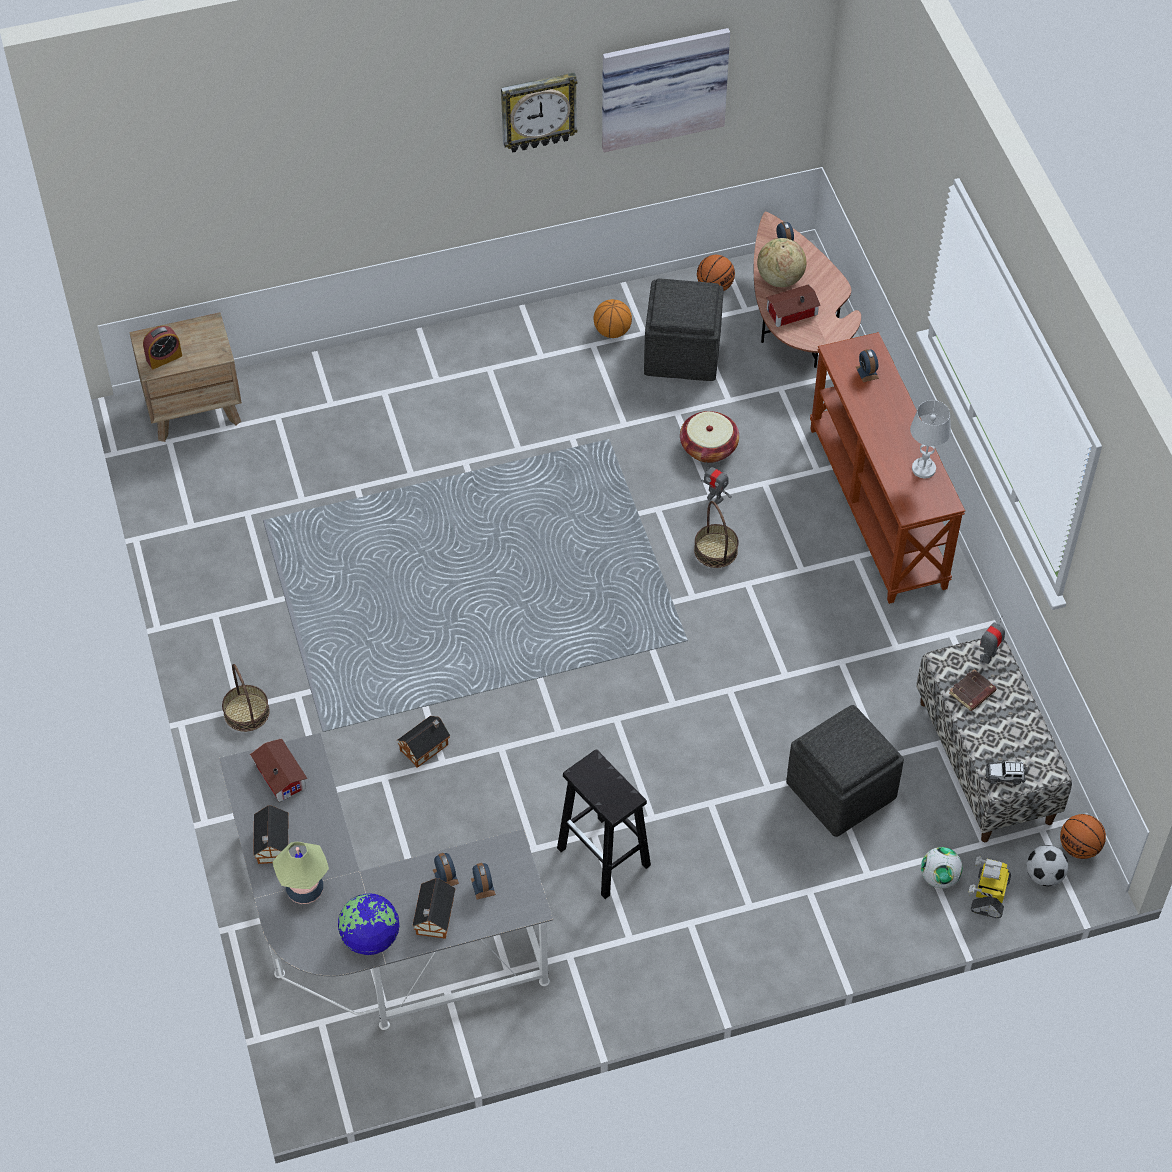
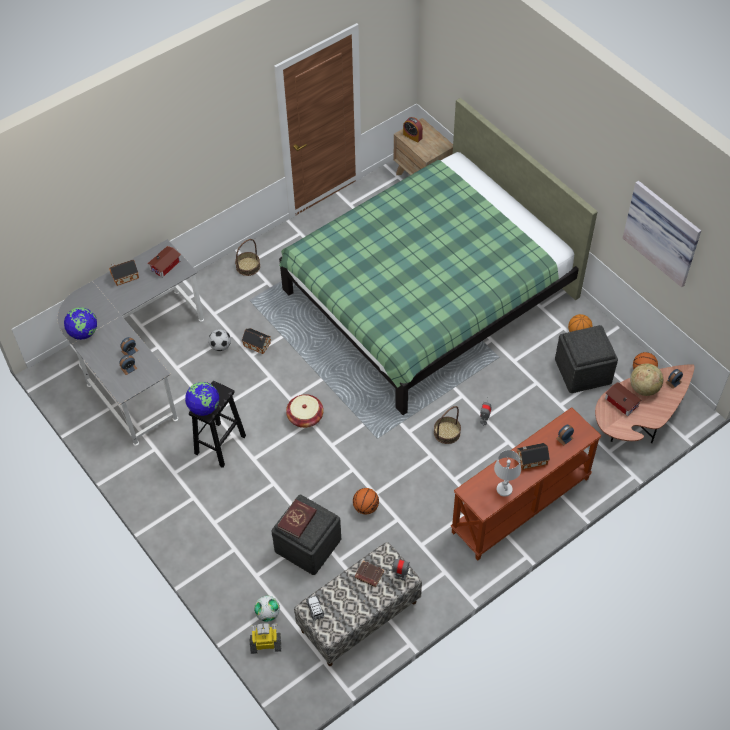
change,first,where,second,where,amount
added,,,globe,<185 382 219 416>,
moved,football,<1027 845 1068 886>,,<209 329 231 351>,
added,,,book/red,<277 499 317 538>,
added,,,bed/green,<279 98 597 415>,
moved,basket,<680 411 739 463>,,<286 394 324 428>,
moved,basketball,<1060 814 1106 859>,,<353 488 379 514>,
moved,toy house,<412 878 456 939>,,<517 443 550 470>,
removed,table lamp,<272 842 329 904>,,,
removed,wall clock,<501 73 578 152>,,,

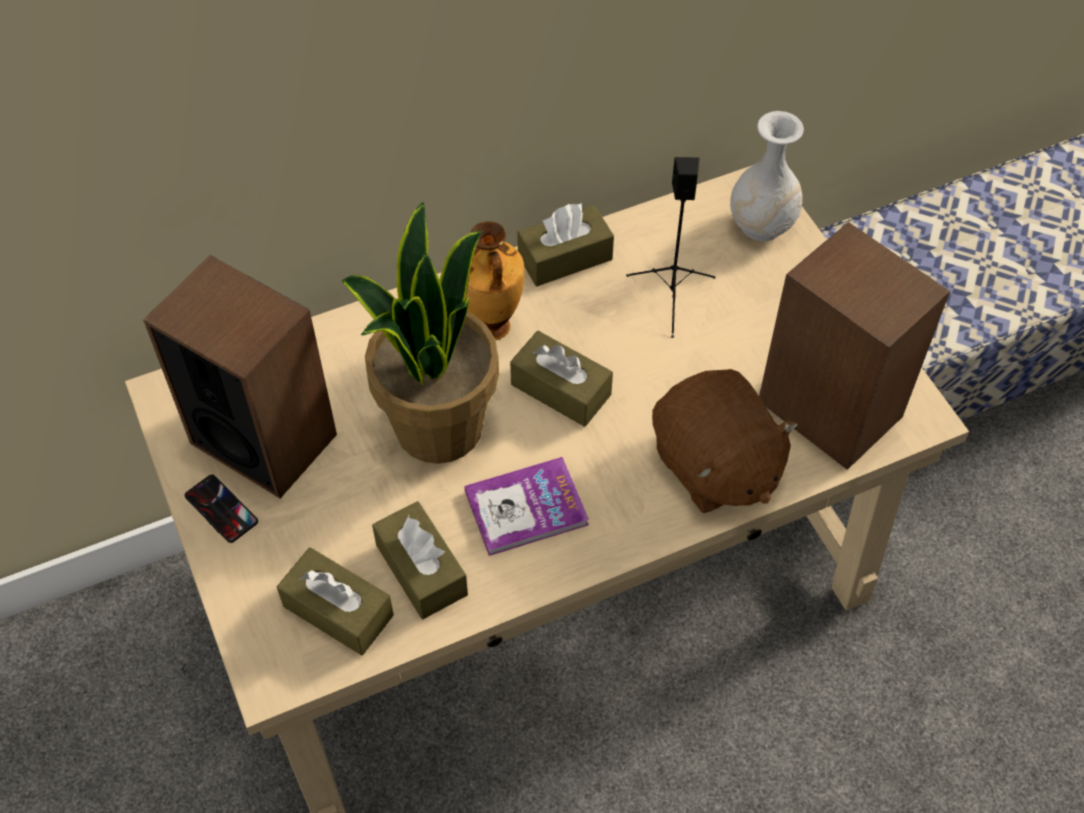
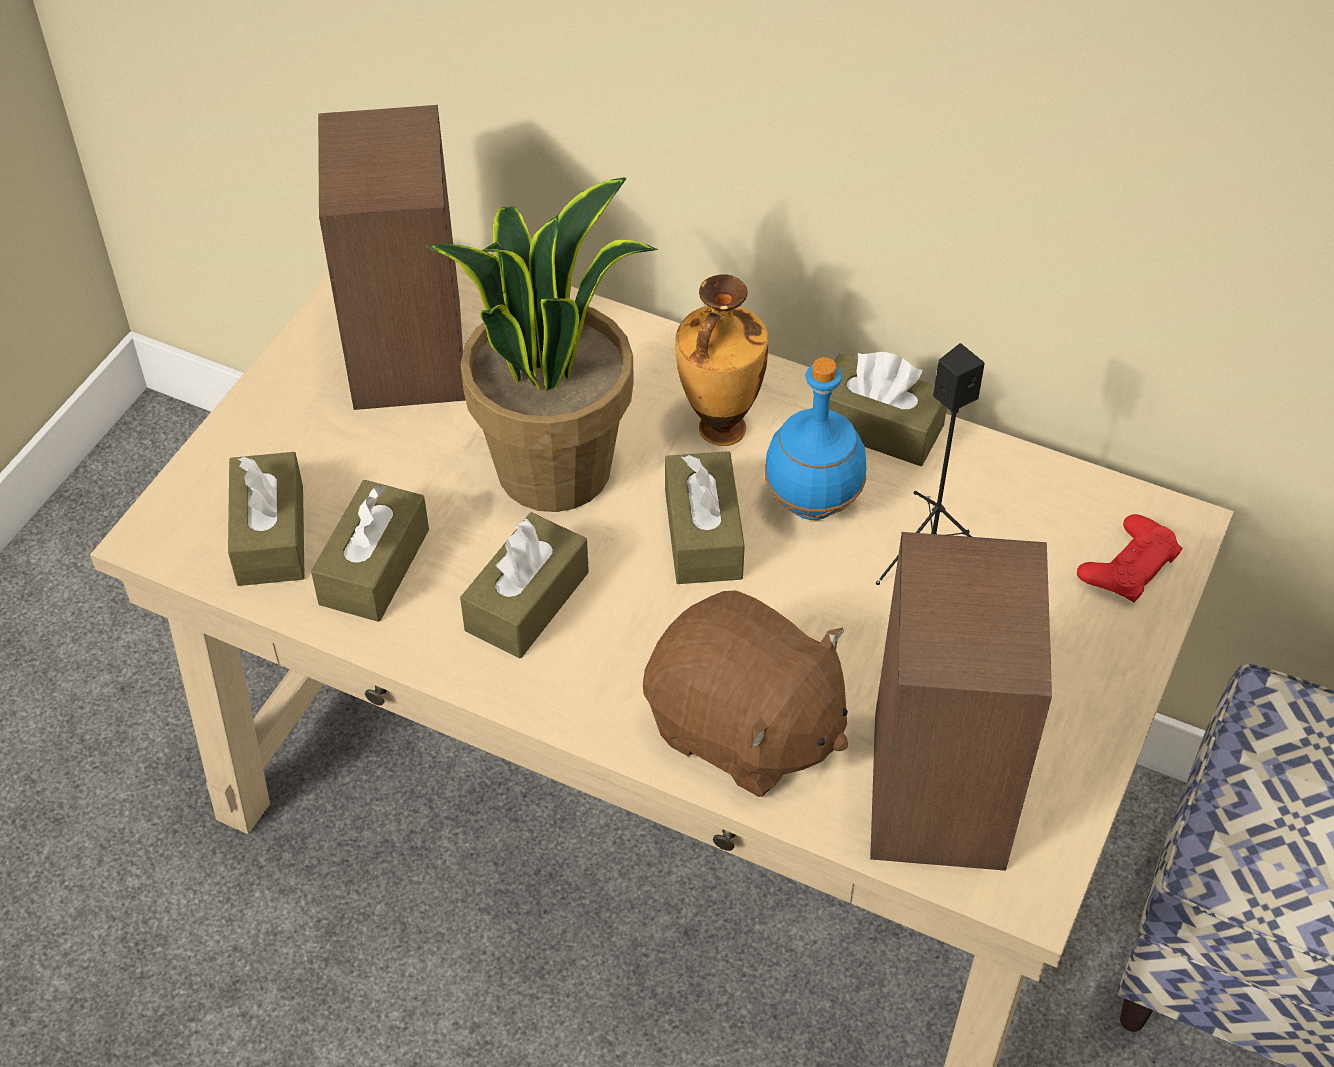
change,first,where,second,where,amount
replaced,book,<464 457 589 556>,tissue box/brown,<460 513 589 658>,
turned,plush toy/brown,<652 369 798 513>,,<643 590 848 797>,75 degrees counterclockwise
added,,,bottle/blue,<764 357 866 520>,
replaced,vase/white,<730 111 804 241>,game controller/red,<1077 514 1183 602>,
removed,phone,<184 474 258 543>,,,

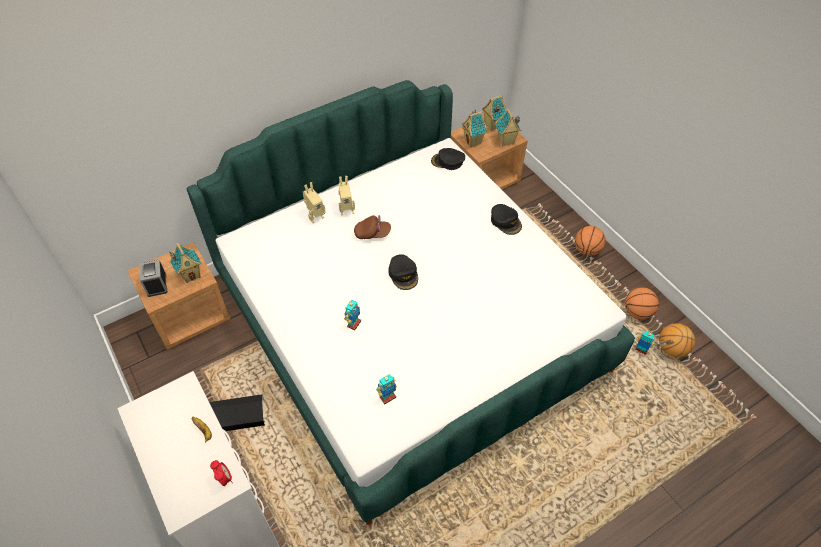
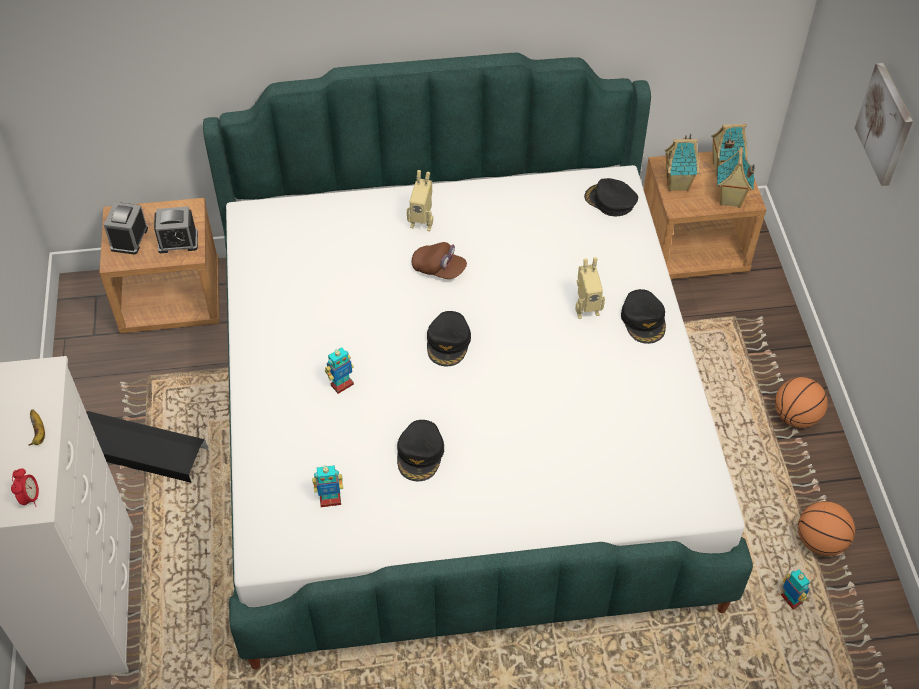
change,first,where,second,where,amount
replaced,toy house,<169 243 202 283>,alarm clock,<154 206 198 253>,
added,,,cap/black,<397 420 444 481>,
moved,toy robot,<303 182 326 223>,,<575 257 605 319>,
added,,,picture,<855 63 913 186>,
removed,basketball,<659 323 695 357>,,,

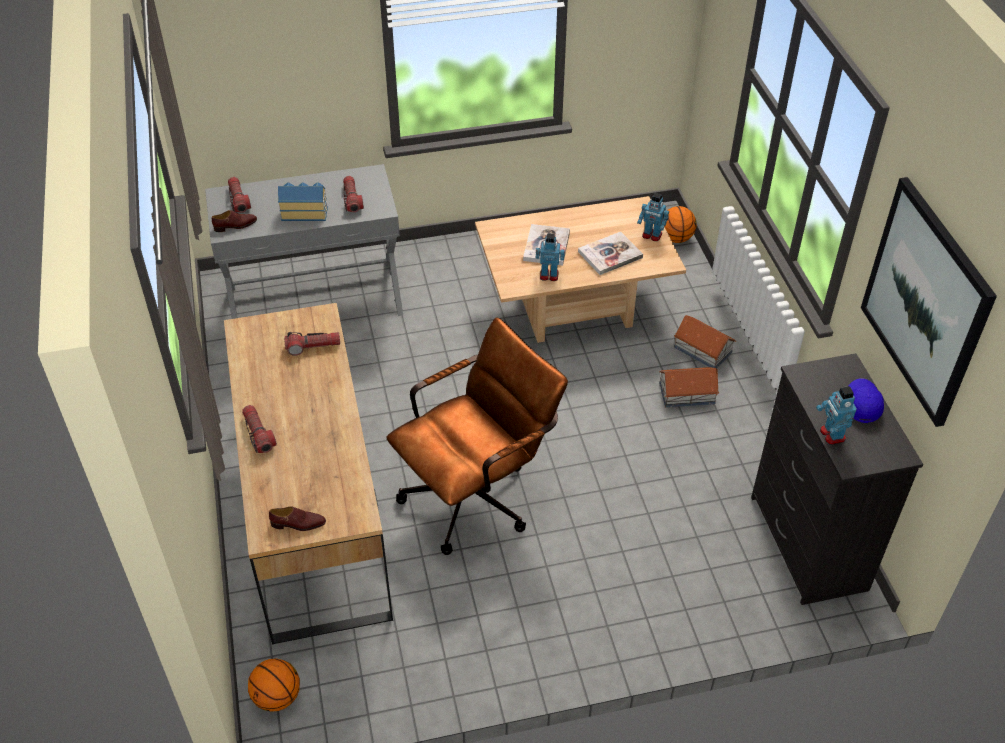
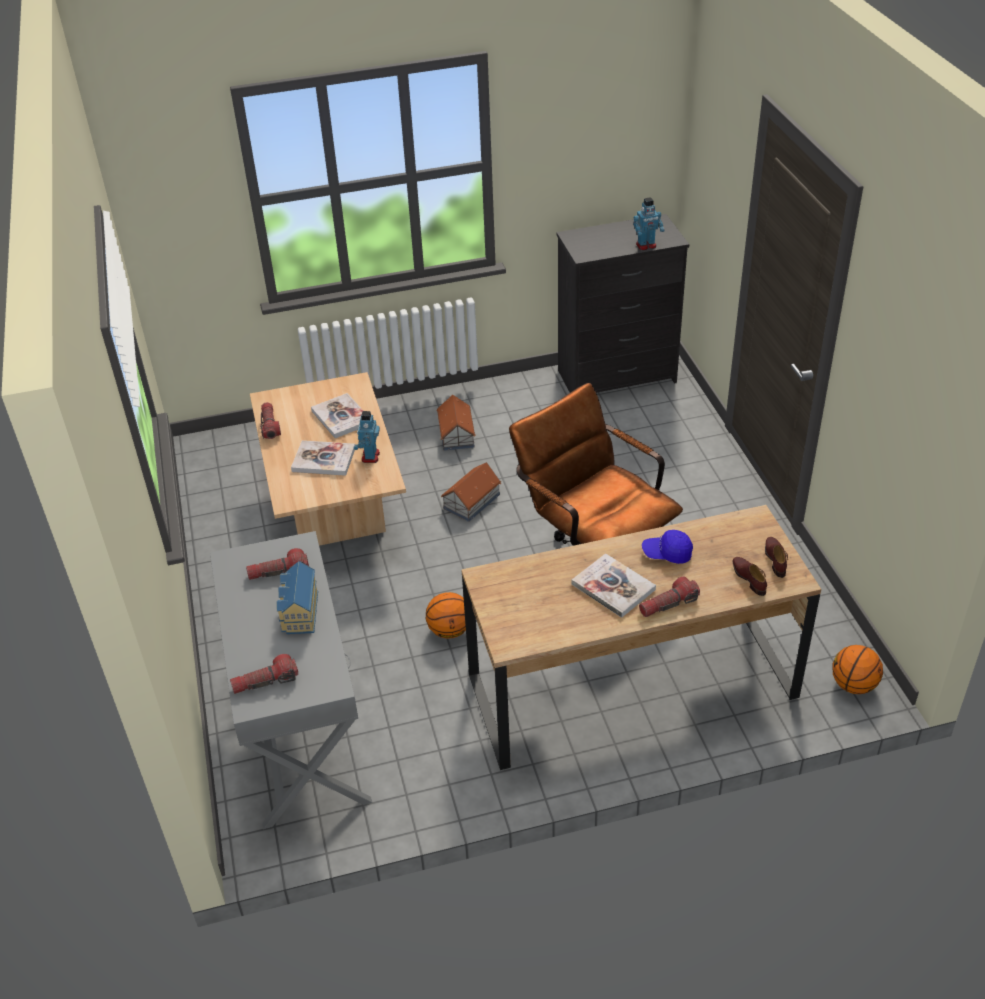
change,first,where,second,where,amount
moved,flashlight,<284 332 340 356>,,<260 402 281 439>,
moved,basketball,<665 206 697 243>,,<426 592 466 639>,
moved,toy house,<674 315 736 368>,,<441 462 502 522>,
added,,,book,<572 553 656 618>,
moved,cap/blue,<849 379 884 423>,,<642 530 693 564>,
moved,shoe/brown,<212 210 257 232>,,<733 557 767 596>,
removed,toy robot,<637 193 669 241>,,,
removed,picture,<861 177 997 427>,,,

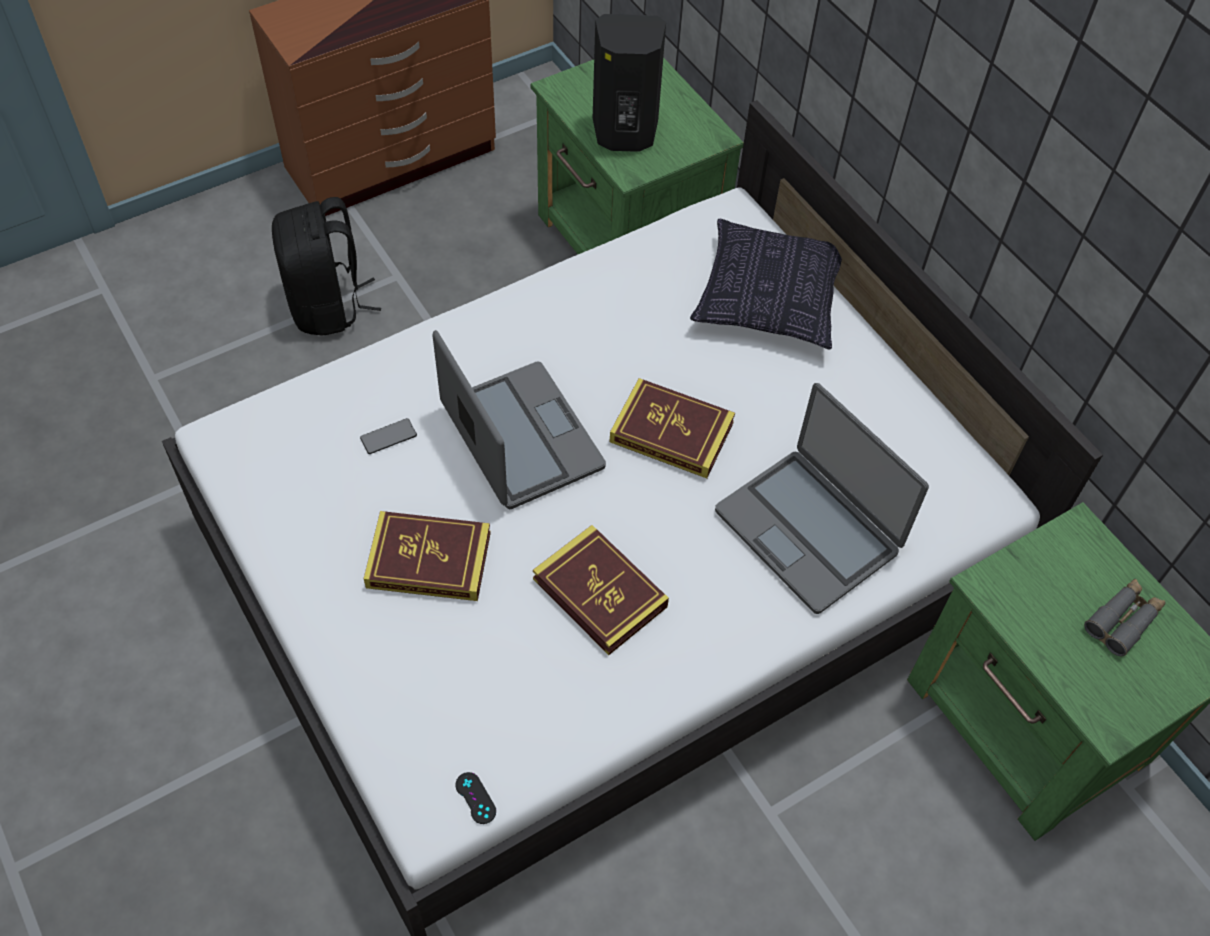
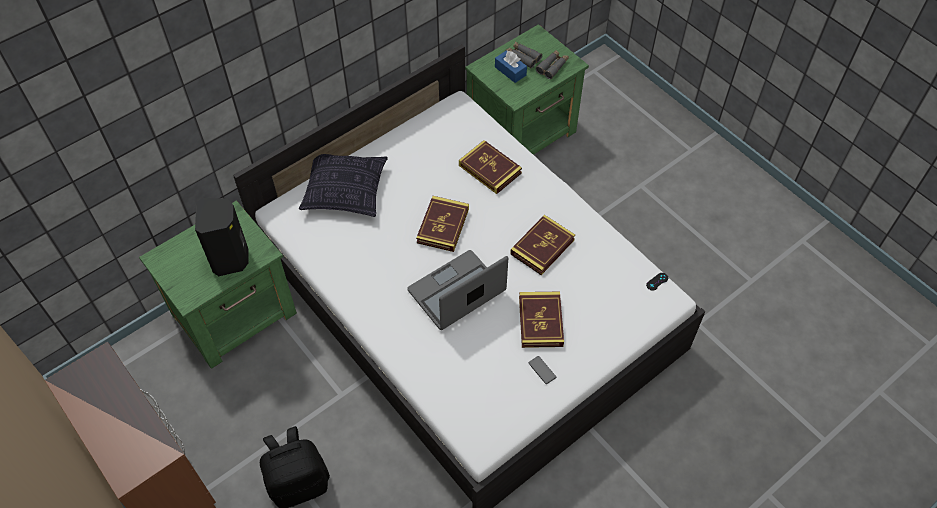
change,first,where,second,where,amount
replaced,laptop,<715 383 929 614>,book,<459 140 522 194>,
added,,,tissue box/blue,<495 50 527 83>,
moved,phone,<360 418 417 454>,,<528 356 556 384>,
added,,,binoculars/grey,<536 50 569 79>,

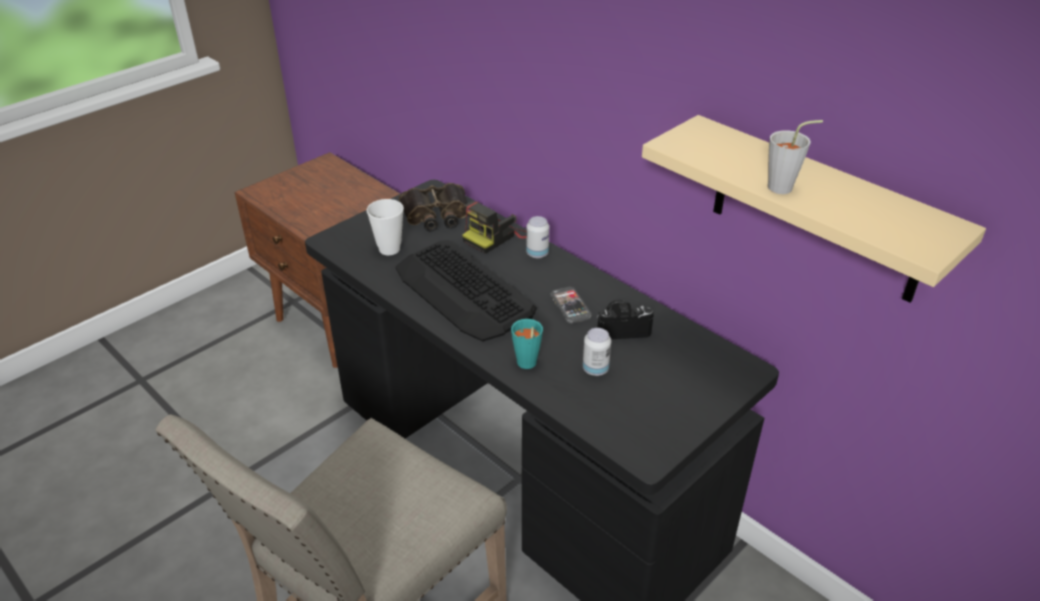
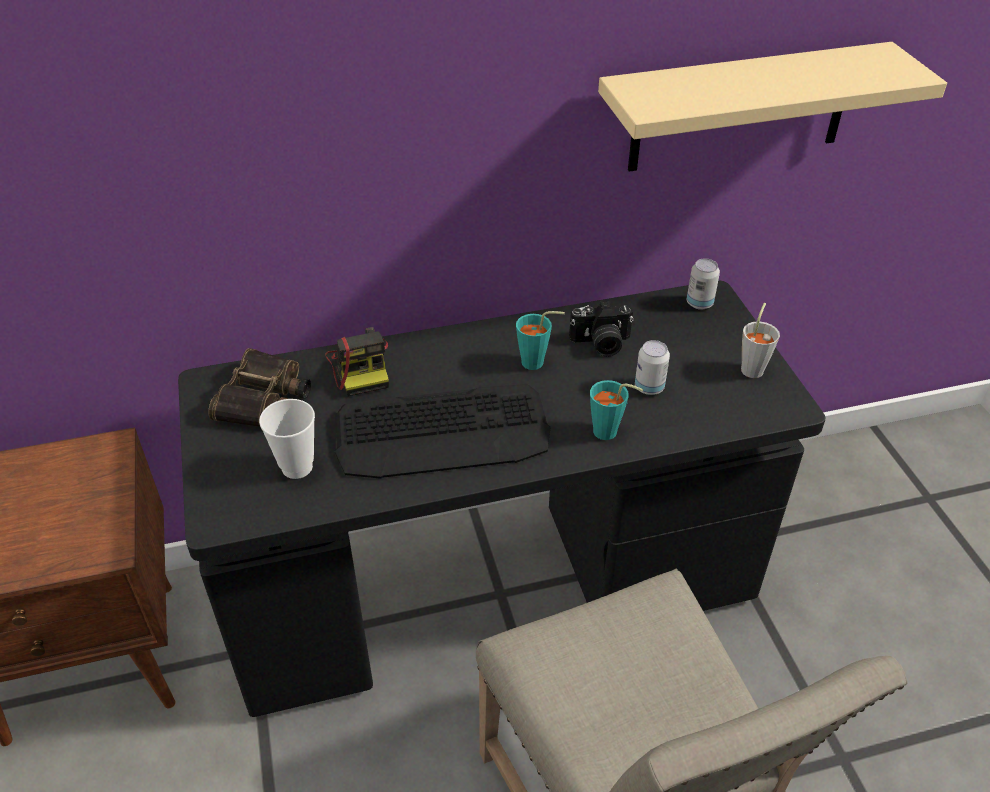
change,first,where,second,where,amount
replaced,phone,<550 287 592 324>,cup/turquoise,<516 311 565 370>,
turned,photo camera,<597 300 654 339>,,<569 301 634 356>,120 degrees counterclockwise
moved,can,<526 216 549 258>,,<687 258 720 310>,
moved,cup/grey,<768 120 823 194>,,<741 303 780 378>,

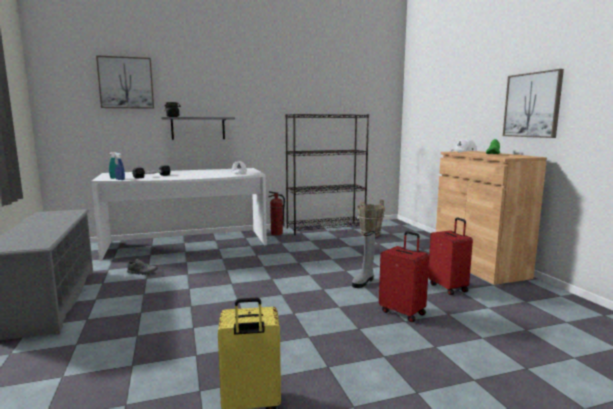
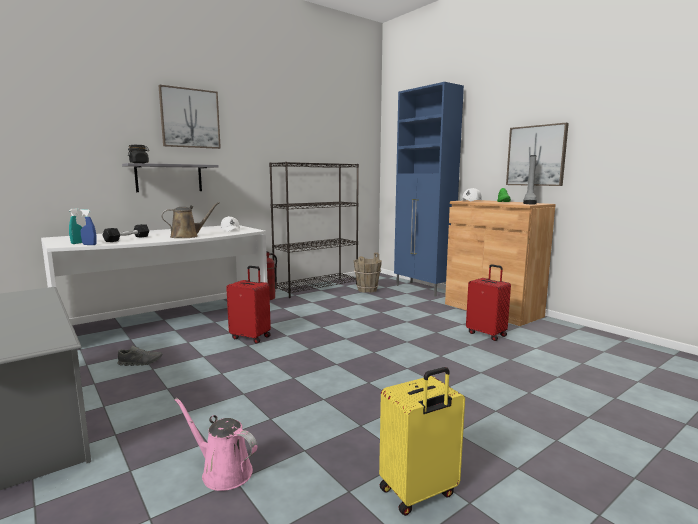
change,first,where,second,where,amount
moved,picture,<96 55 154 109>,,<158 85 221 149>,
added,,,watering can/brown,<161 202 220 238>,
added,,,watering can/pink,<175 398 257 491>,
moved,suitcase/red,<379 231 429 322>,,<226 266 271 344>,
added,,,cabinet/blue,<394 82 464 297>,
moved,boot/grey,<352 231 375 288>,,<523 155 537 204>,

